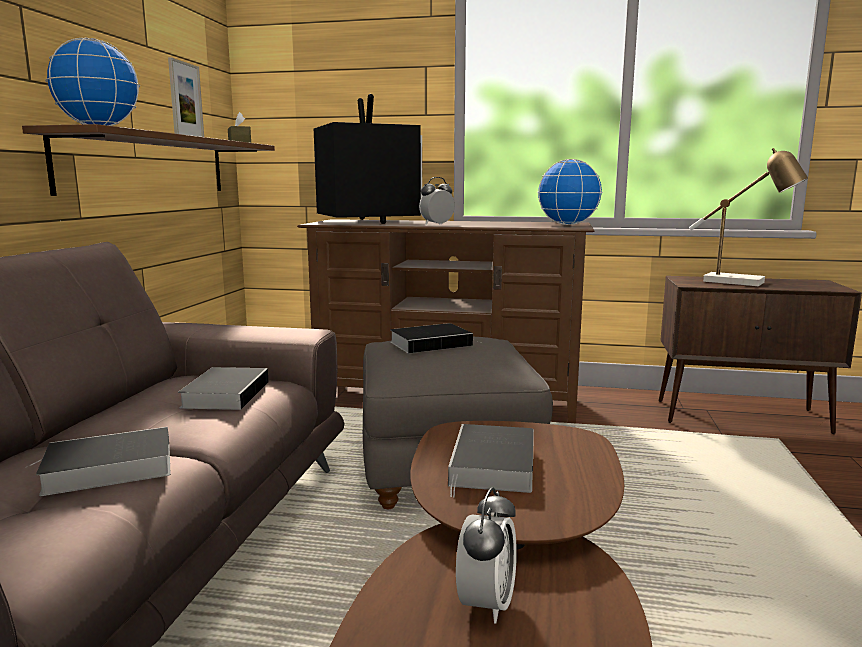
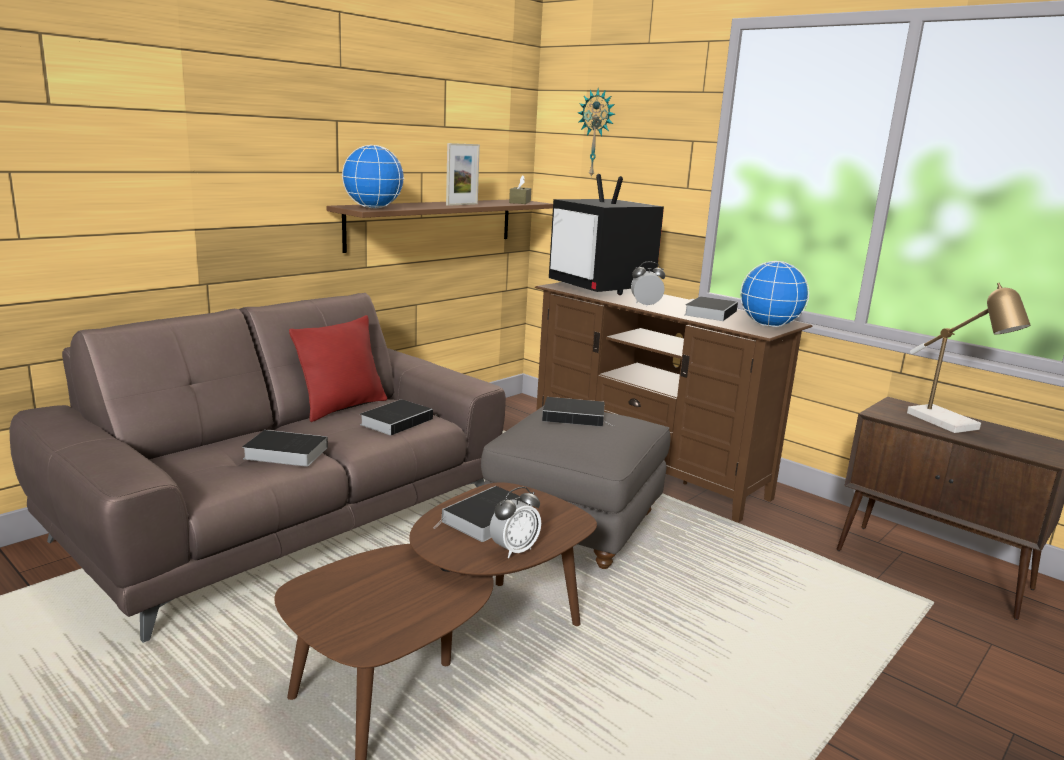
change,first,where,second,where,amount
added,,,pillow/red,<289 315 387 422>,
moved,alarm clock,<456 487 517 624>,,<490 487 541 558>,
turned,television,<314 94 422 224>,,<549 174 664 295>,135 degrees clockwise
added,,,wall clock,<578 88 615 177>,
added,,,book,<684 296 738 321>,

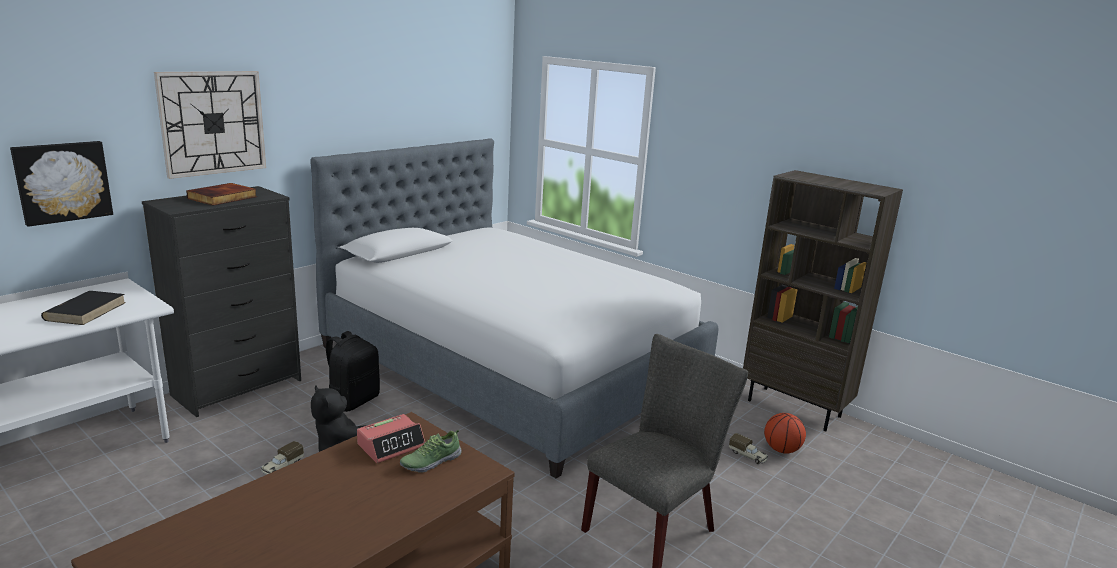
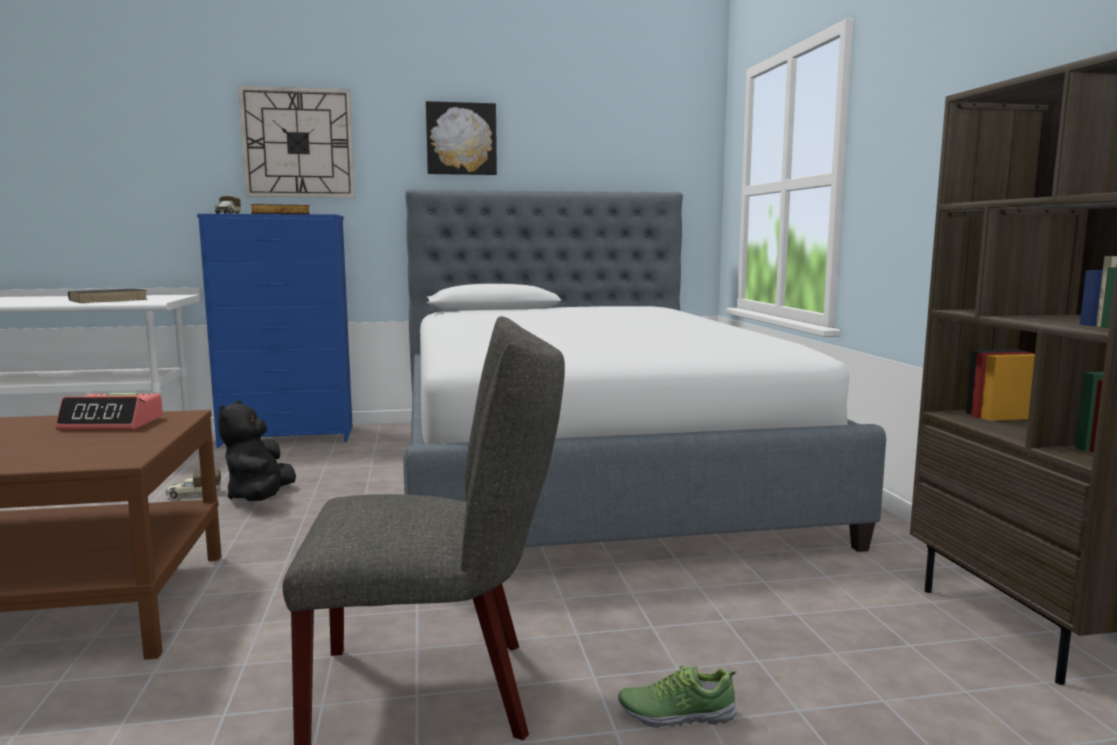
change,first,where,second,where,amount
recoloured,dresser/black,<142 186 301 417>,dresser/blue,<197 214 352 448>,
moved,toy truck,<729 433 768 464>,,<215 196 241 214>,
moved,picture,<10 141 113 227>,,<426 101 497 175>,
moved,shoe,<400 430 462 473>,,<618 666 737 728>,
removed,backpack/black,<326 331 380 412>,,,
removed,basketball,<764 413 806 454>,,,

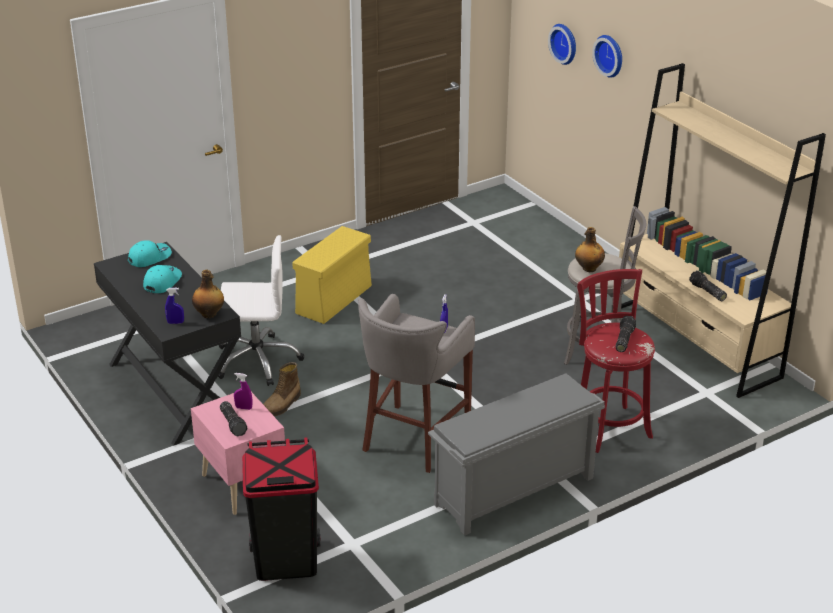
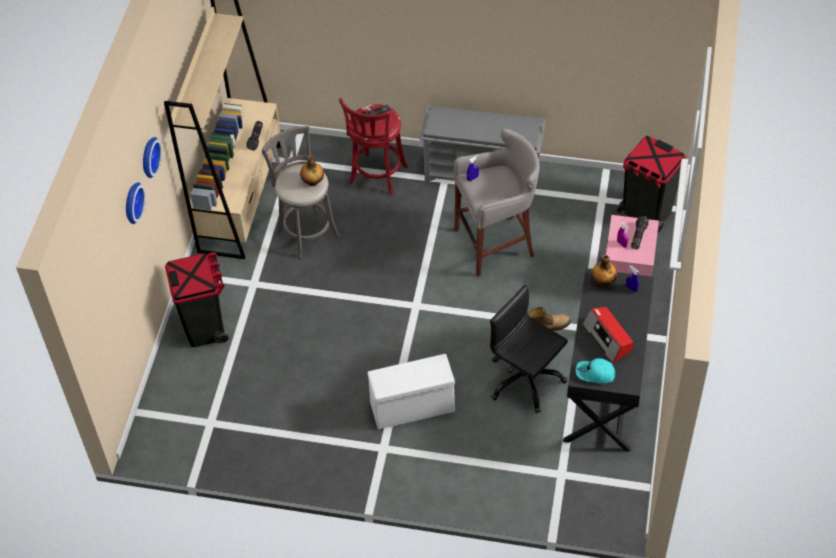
change,first,where,second,where,amount
moved,wall clock,<548 24 576 65>,,<143 137 162 178>,
added,,,trash can/black,<165 252 229 347>,
recoloured,storage box/yellow,<292 226 372 324>,storage box/white,<367 354 455 429>,
recoloured,office chair/white,<217 235 304 386>,office chair/black,<490 284 568 413>,
replaced,cap/turquoise,<143 265 182 293>,radio,<583 307 633 363>,

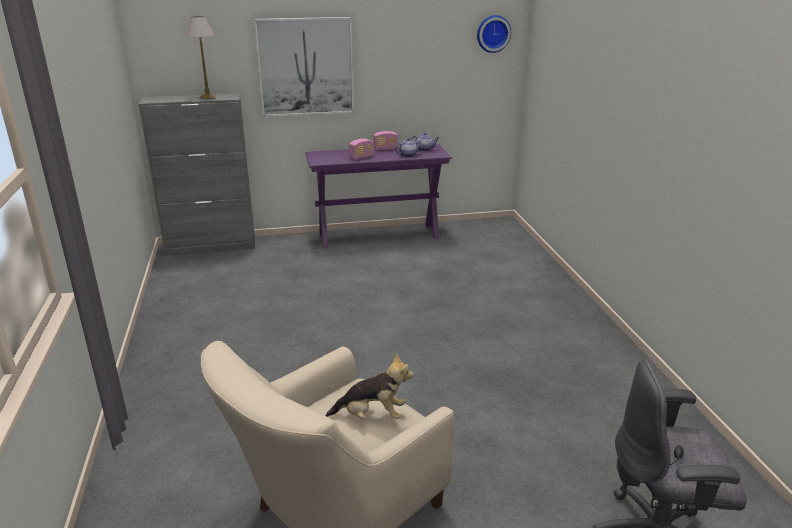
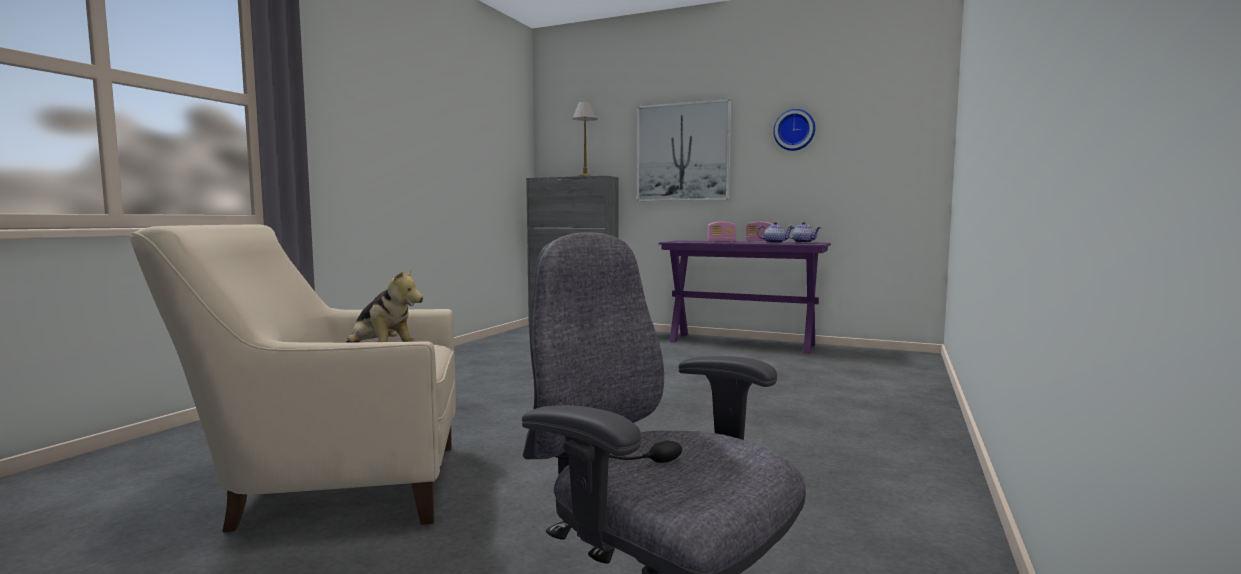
change,first,where,second,where,amount
moved,wall clock,<477 15 511 53>,,<773 109 815 151>,

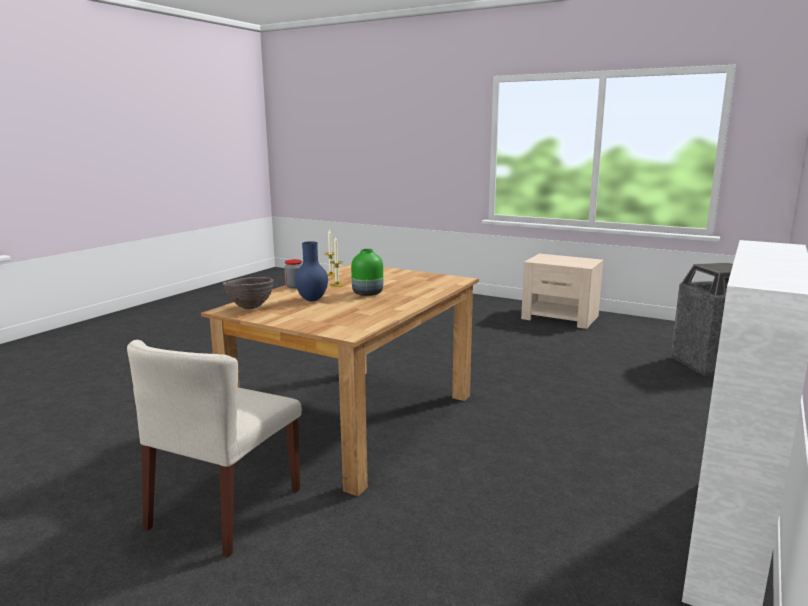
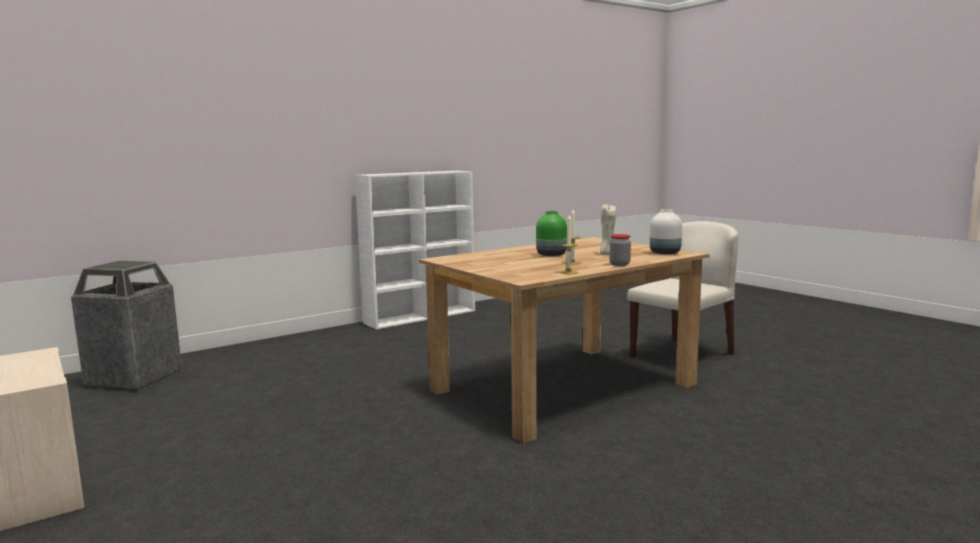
change,first,where,second,where,amount
replaced,vase/blue,<295 241 328 301>,candle/beige,<600 204 617 255>,
replaced,bowl/brown,<223 277 274 309>,vase/white,<650 209 682 254>,

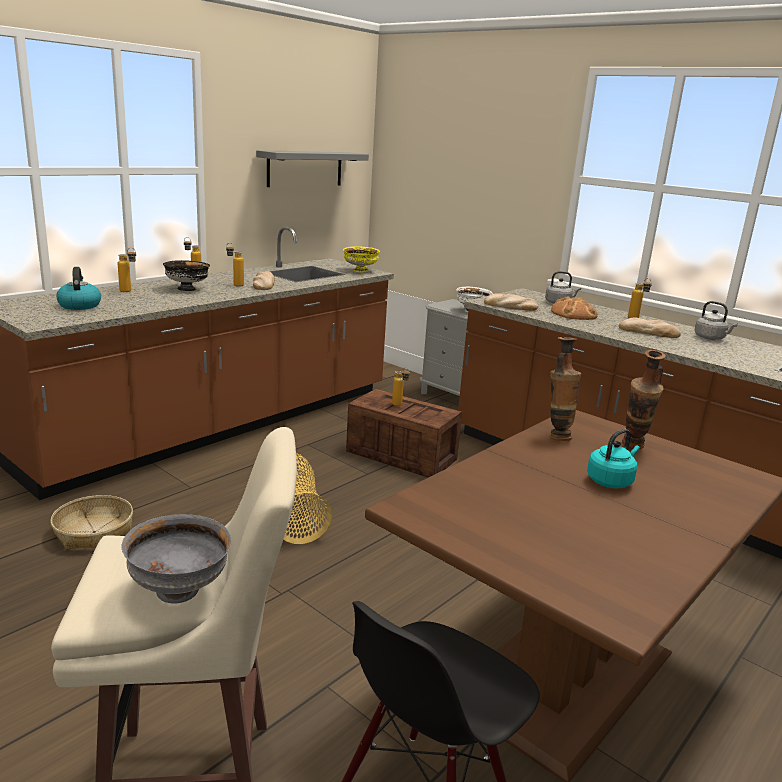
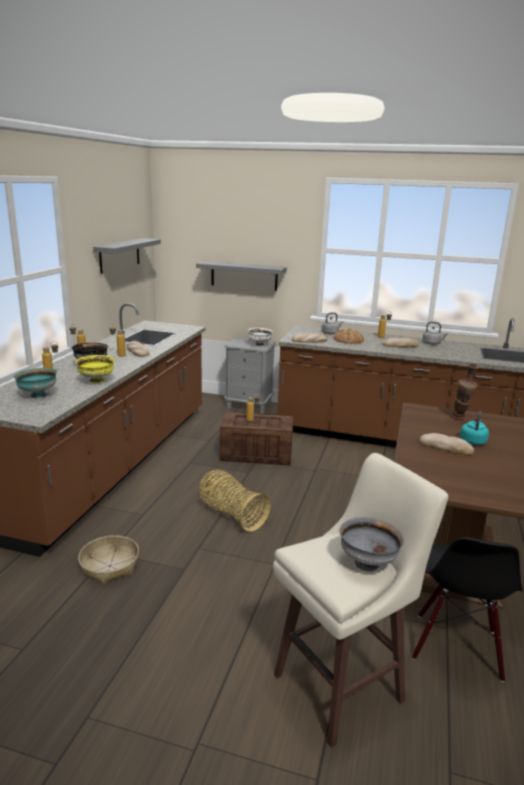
change,first,where,second,where,amount
replaced,kettle,<56 267 101 310>,bowl/turquoise,<14 368 57 398>,
moved,bowl/yellow,<343 246 380 272>,,<76 355 115 383>,
added,,,shelf/grey,<196 261 287 291>,
added,,,bread,<419 433 474 455>,
removed,vase,<550 337 581 441>,,,

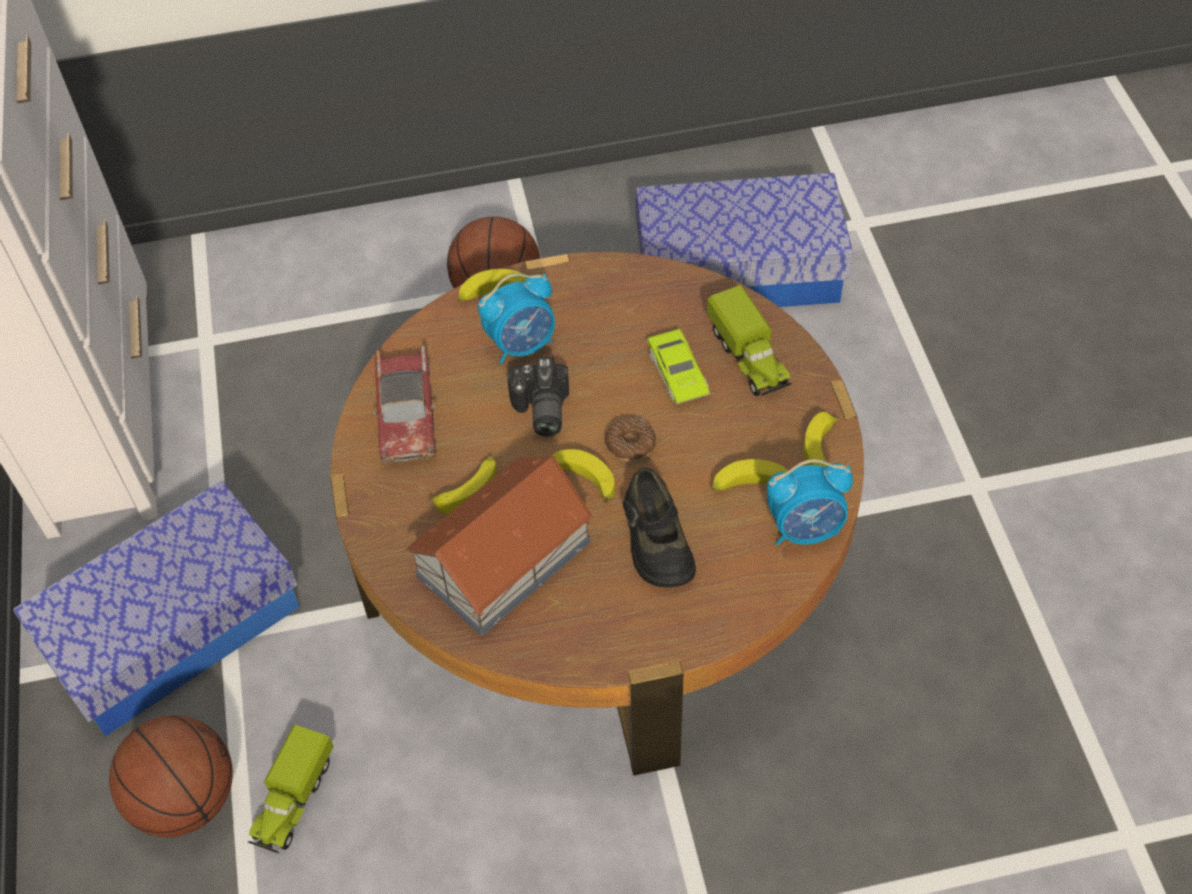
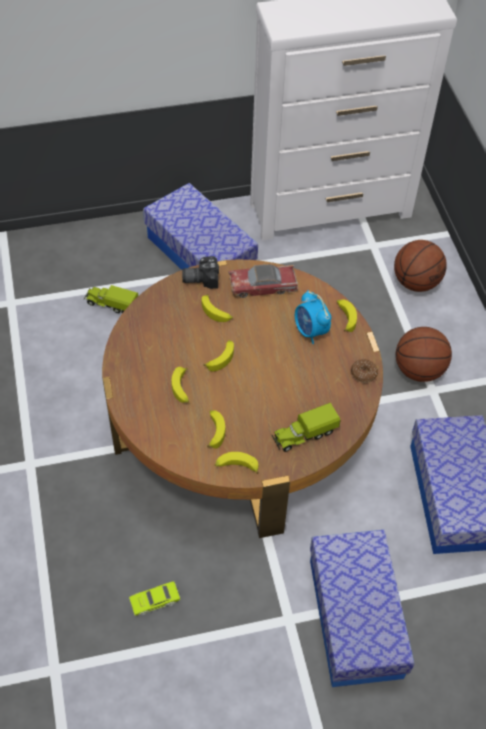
change,first,where,second,where,amount
moved,toy car/green,<646 329 710 404>,,<129 581 181 616>,
replaced,shoe/black,<623 468 696 588>,banana,<171 367 189 403>,
moved,photo camera,<508 357 569 437>,,<182 256 219 289>,
added,,,storage box,<310 530 415 687>,
moved,donut,<605 417 656 462>,,<351 359 378 383>,
moved,basketball,<109 715 233 837>,,<394 240 447 292>,
removed,toy house,<404 456 594 635>,,,
removed,alarm clock,<767 459 853 545>,,,

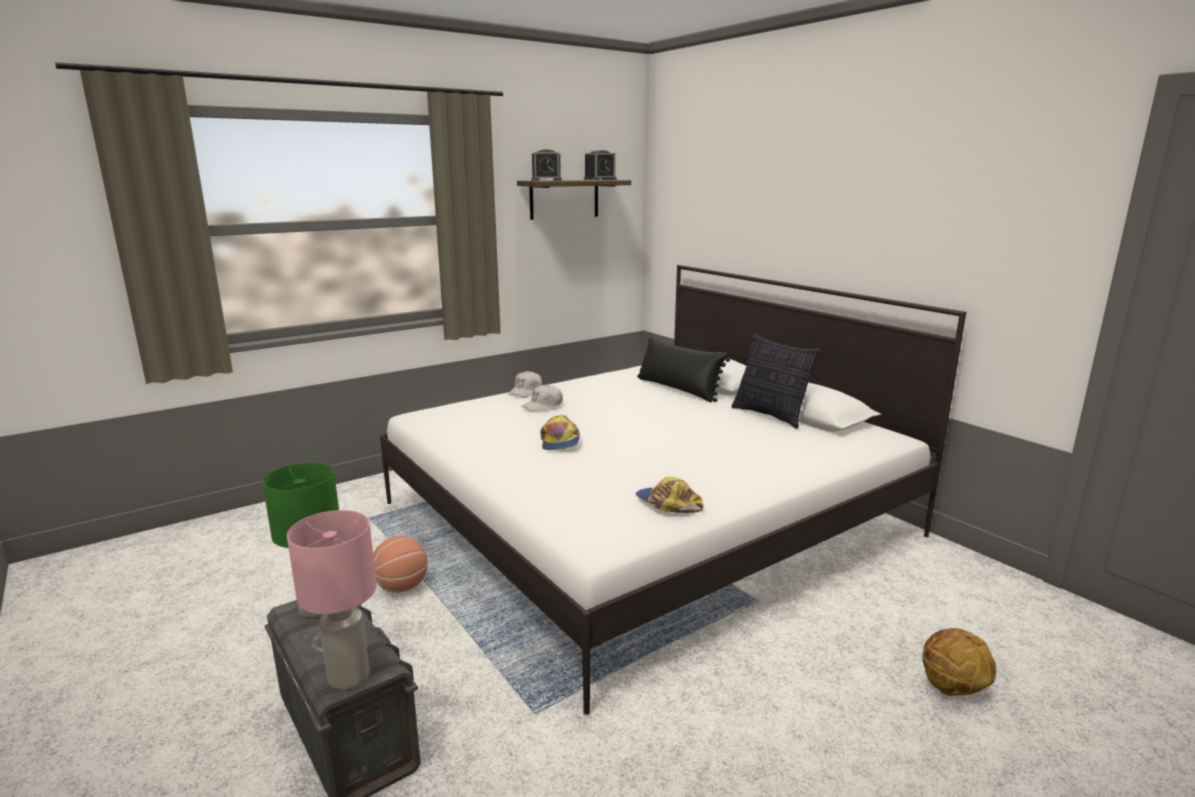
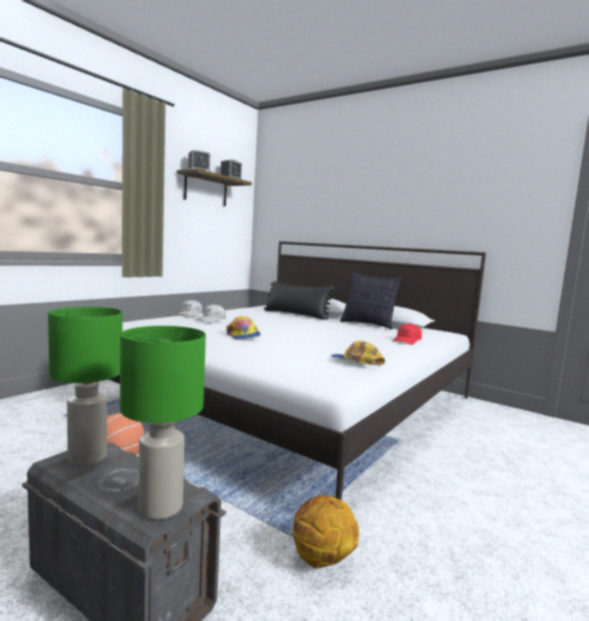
change,first,where,second,where,amount
recoloured,table lamp/pink,<287 510 377 690>,table lamp/green,<120 326 206 520>,
moved,basketball,<922 628 996 696>,,<293 495 359 569>,
added,,,cap/red,<393 323 422 345>,

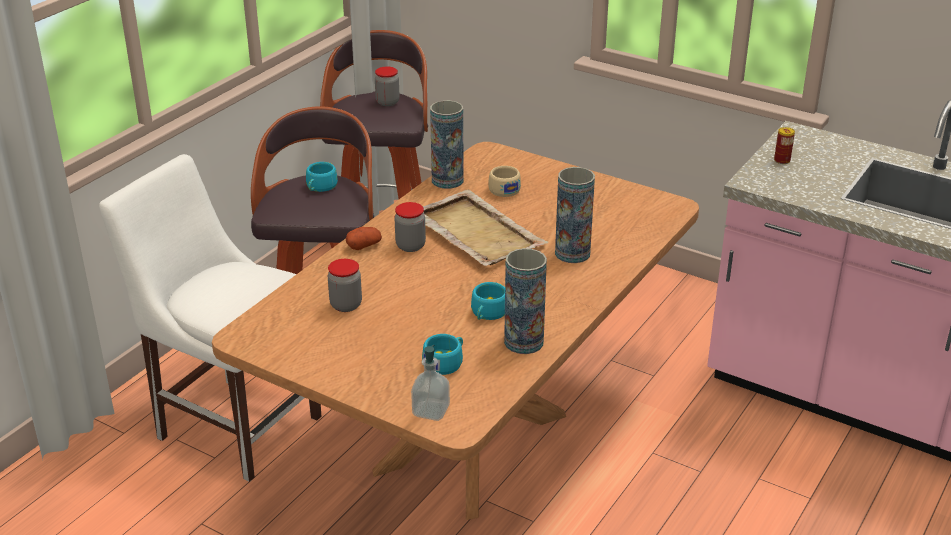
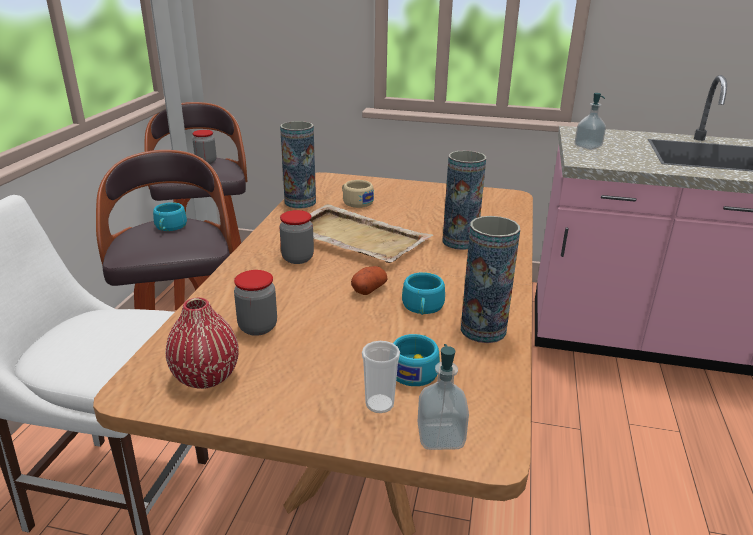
change,first,where,second,where,amount
added,,,vase/red,<166 298 239 389>,
moved,potato,<346 227 382 250>,,<351 266 388 295>,
added,,,cup,<362 341 400 413>,
replaced,can,<774 127 795 164>,soap dispenser,<575 93 606 150>,

